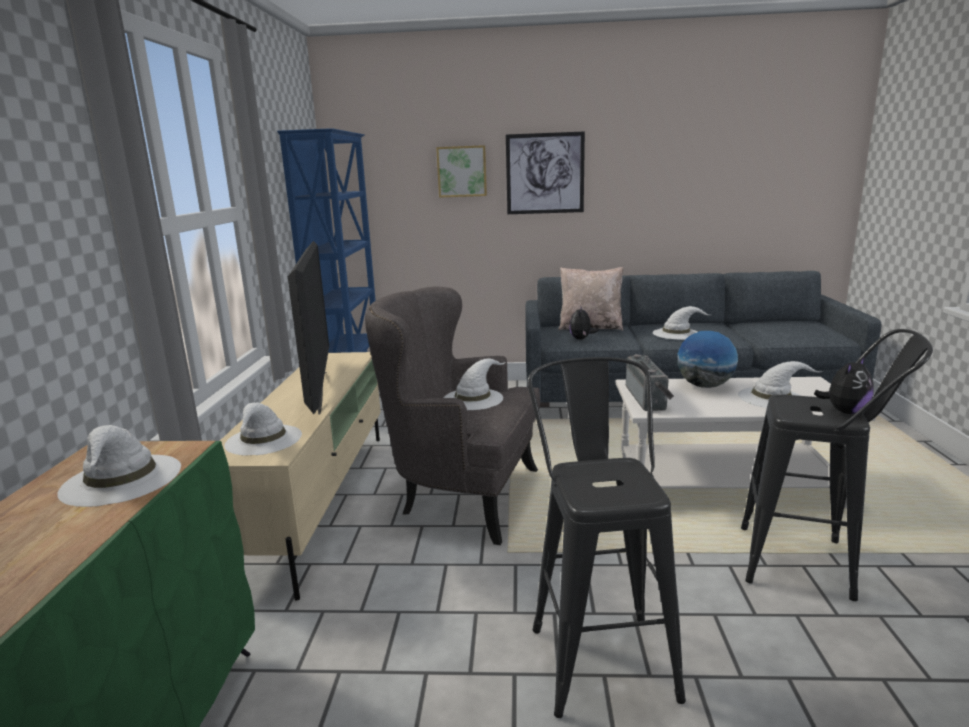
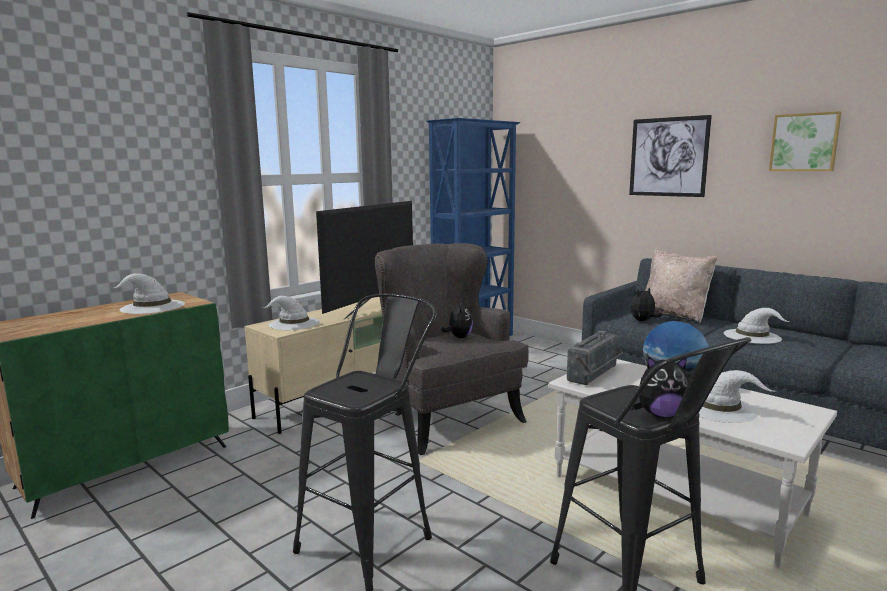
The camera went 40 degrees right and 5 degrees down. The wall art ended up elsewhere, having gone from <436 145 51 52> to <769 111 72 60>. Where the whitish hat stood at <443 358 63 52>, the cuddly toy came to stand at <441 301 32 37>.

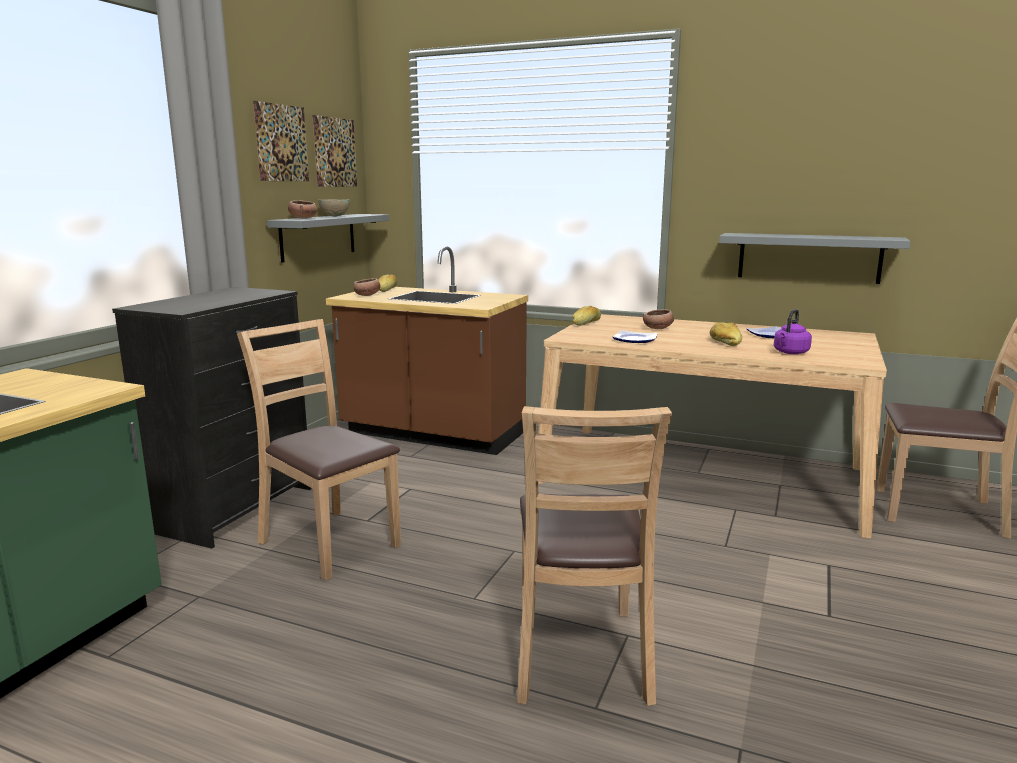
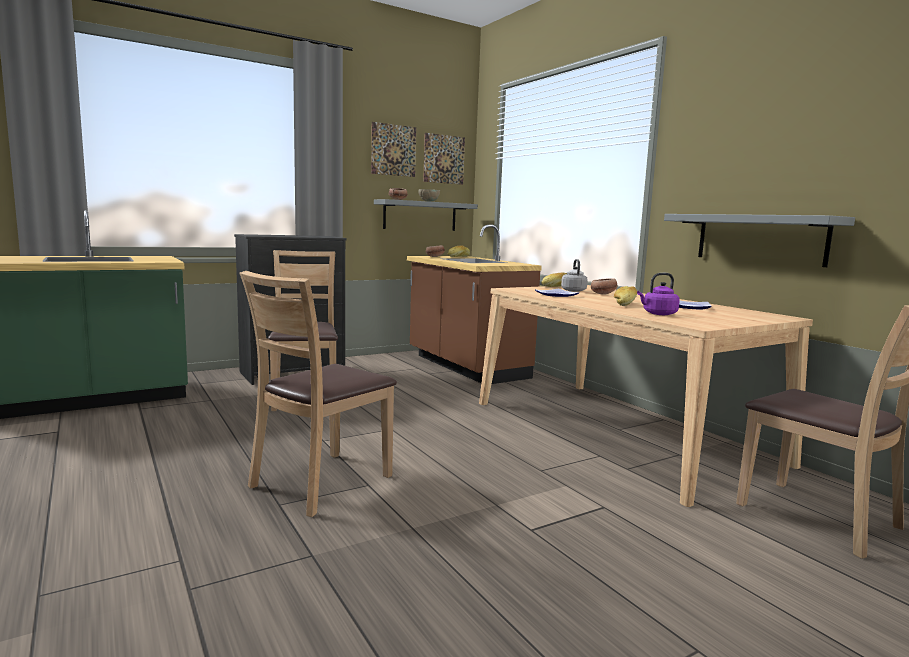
The camera went 35 degrees right and 5 degrees down. The second view gained the grey kettle at <561 259 27 33>.

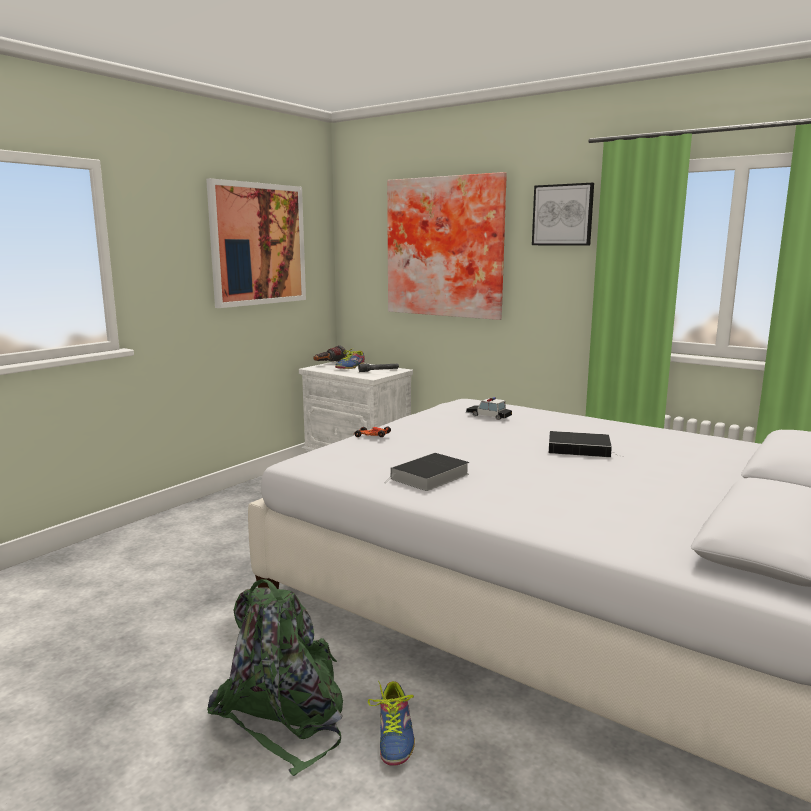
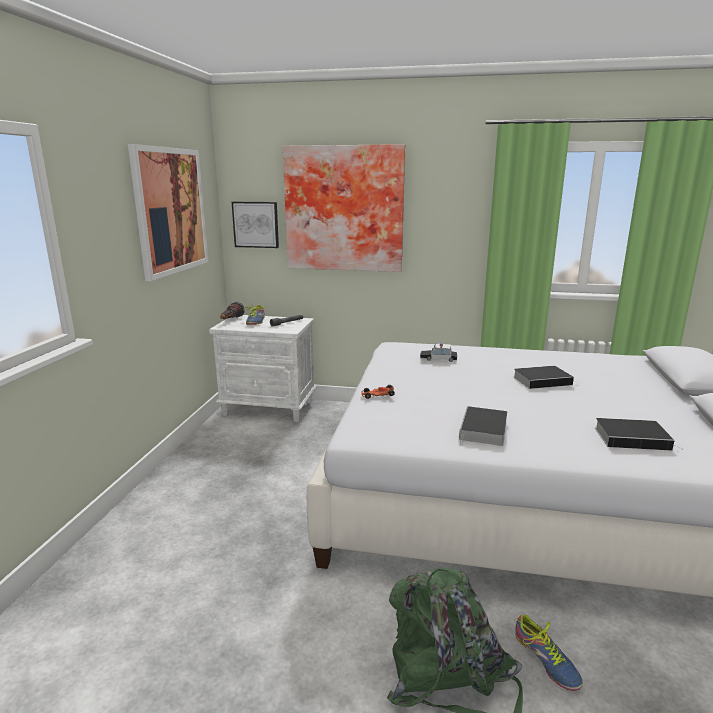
The camera went 25 degrees left and 5 degrees up. The second view gained the bound book at <595 418 89 33>. The wall art ended up elsewhere, having gone from <532 183 62 63> to <232 202 47 46>.

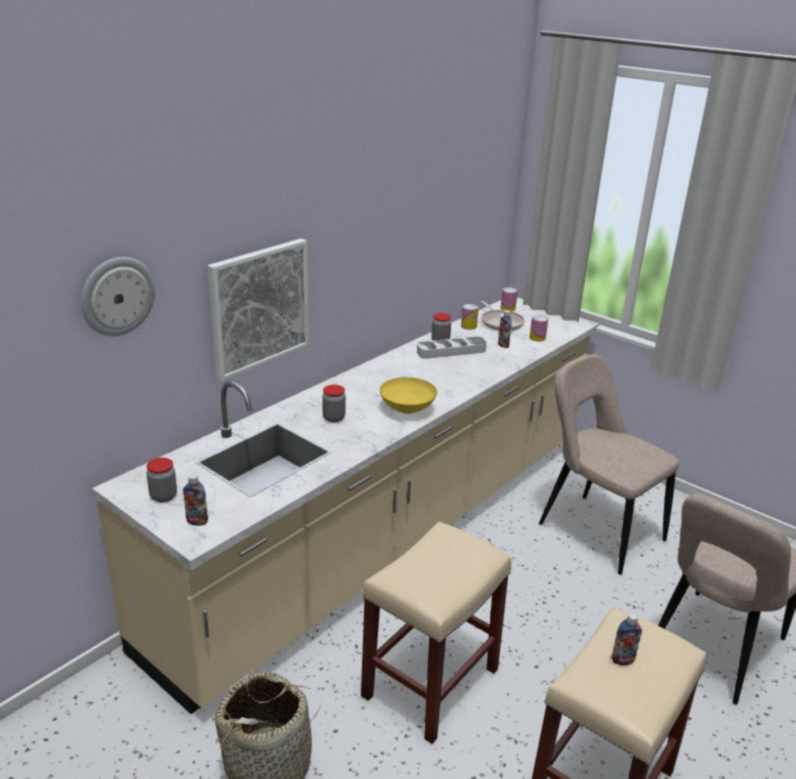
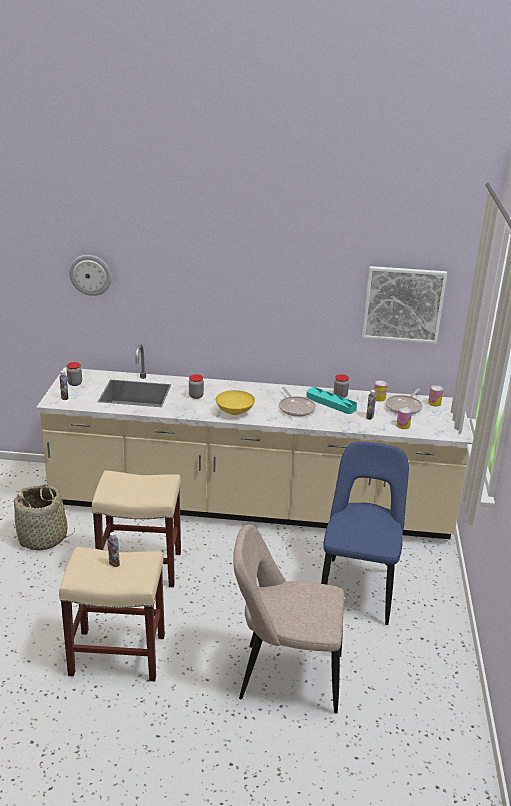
The camera went 55 degrees right and 0 degrees up. The second view gained the pan at <279 387 37 30>. The wall art ended up elsewhere, having gone from <207 239 102 142> to <362 266 85 78>. What was the grey carrying tray at <417 336 70 23> turned into the turquoise-coloured carrying tray at <306 387 51 27>. What was the sand-coloured upright chair at <539 354 140 221> turned into the bluish upright chair at <321 442 88 183>.

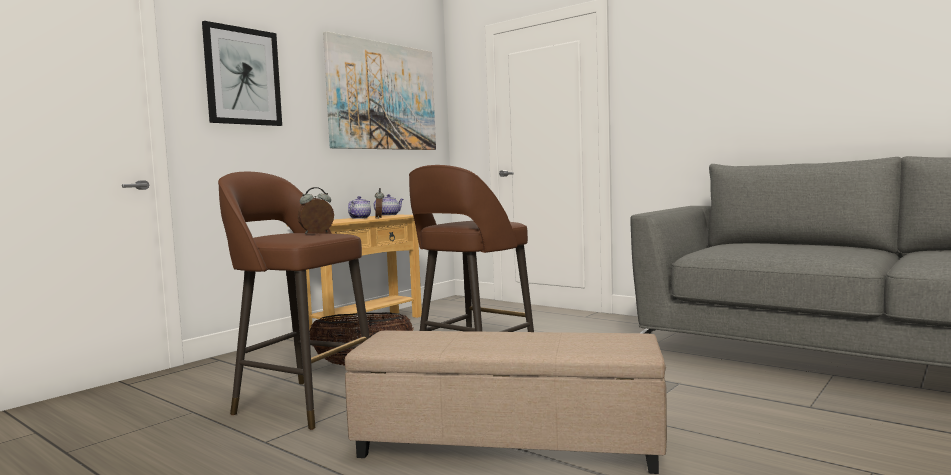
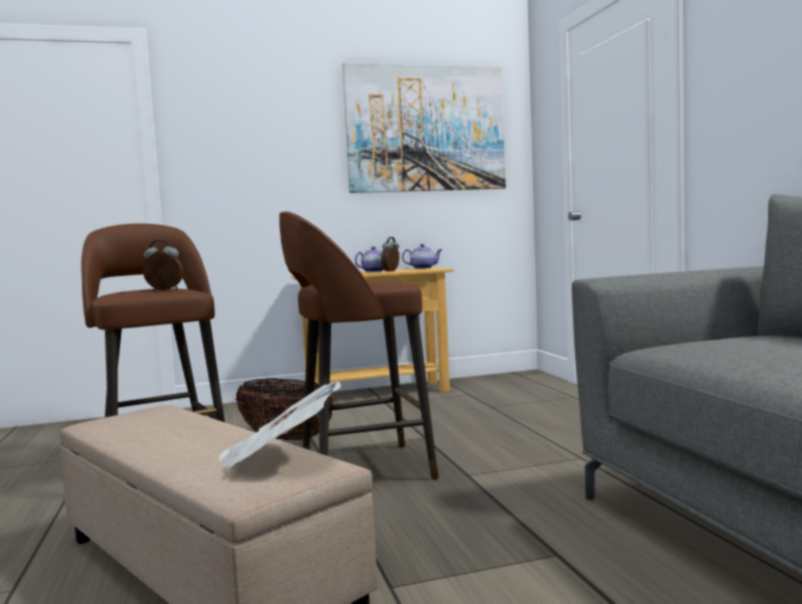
The camera went 35 degrees right and 0 degrees up. The second view lost the wall art at <202 21 80 105>. The second view gained the newspaper at <219 382 122 88>.

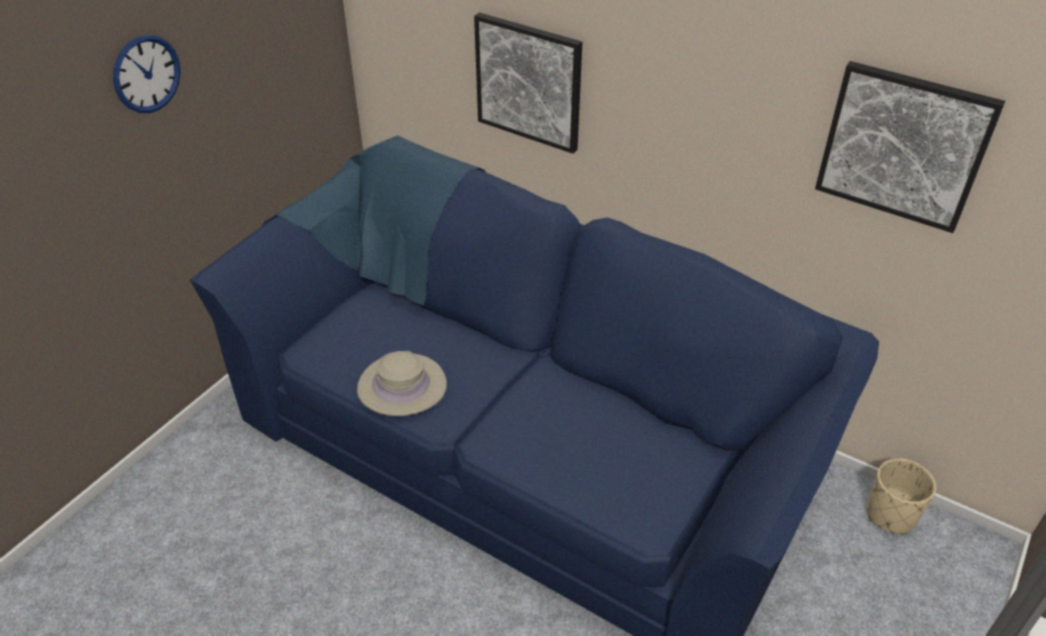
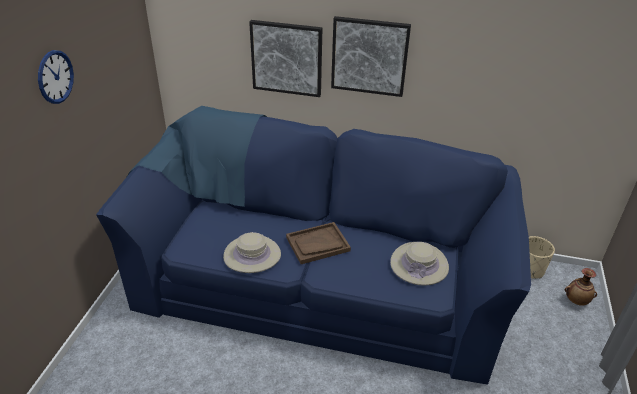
The camera went 20 degrees left and 5 degrees down. The second view gained the brownish carrying tray at <286 222 65 42>. The second view gained the sand-coloured hat at <390 242 59 44>. The second view gained the vase at <565 268 32 38>. The wall art ended up elsewhere, having gone from <815 61 190 172> to <331 16 80 81>.

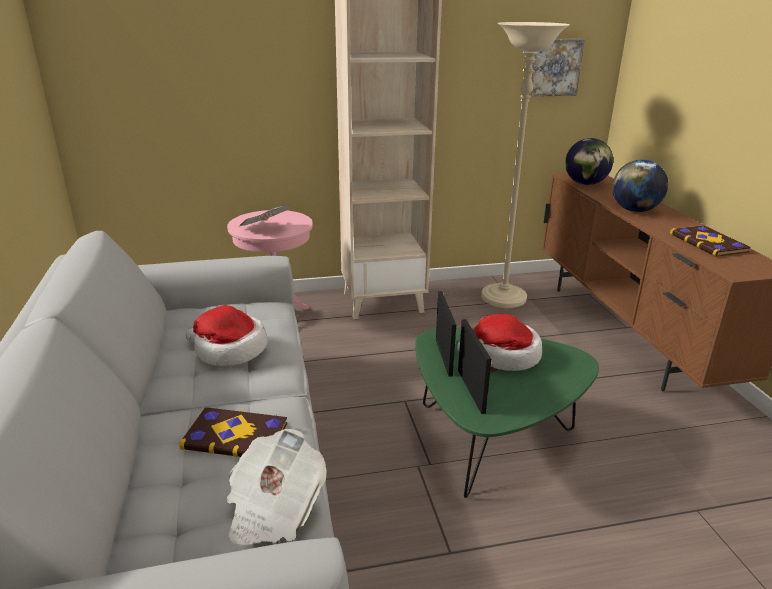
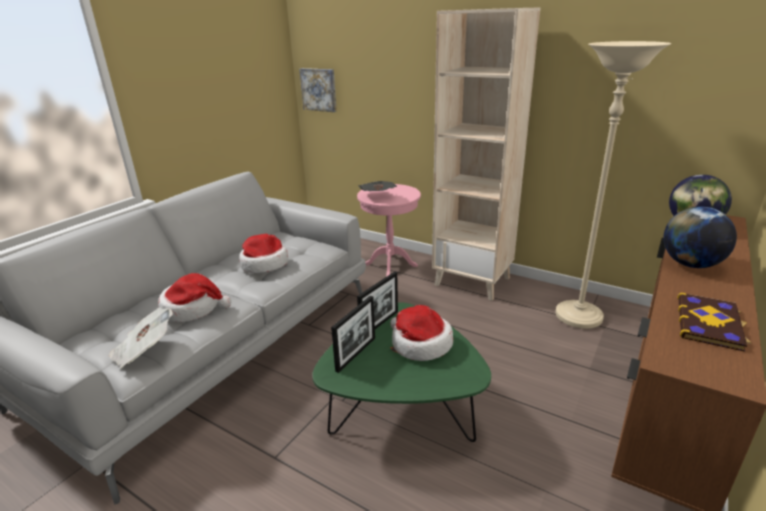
The camera went 45 degrees right and 0 degrees up. The wall art ended up elsewhere, having gone from <529 39 56 58> to <299 68 38 44>. Where the bound book stood at <179 407 108 50>, the hat came to stand at <158 273 73 49>.

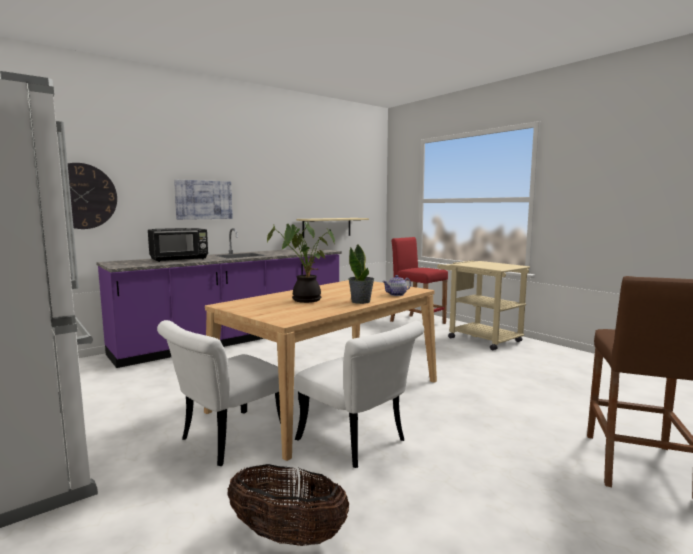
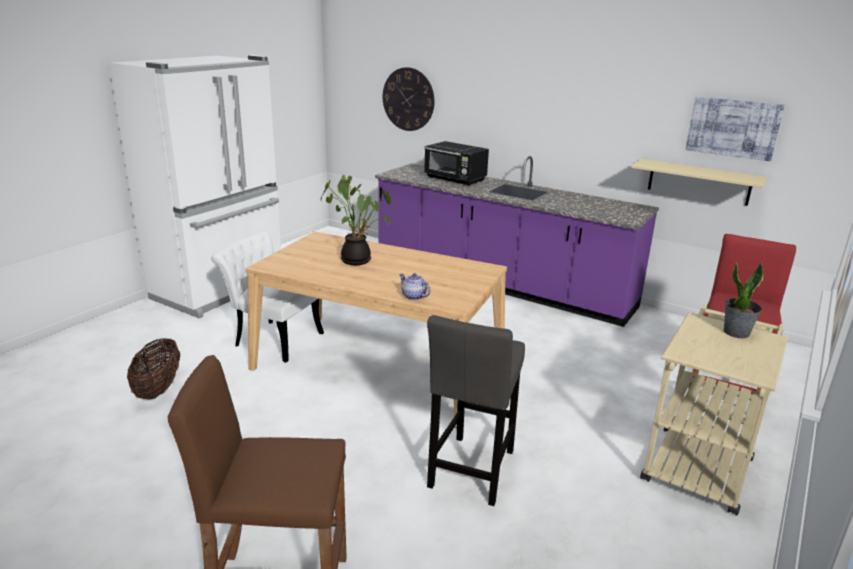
The camera went 70 degrees right and 15 degrees up. The second view lost the whitish upright chair at <294 321 130 147>. The second view gained the grey sitting stool at <427 315 98 191>. The wall art ended up elsewhere, having gone from <174 180 59 40> to <685 96 100 66>. The houseplant ended up elsewhere, having gone from <348 244 26 60> to <724 262 39 76>.

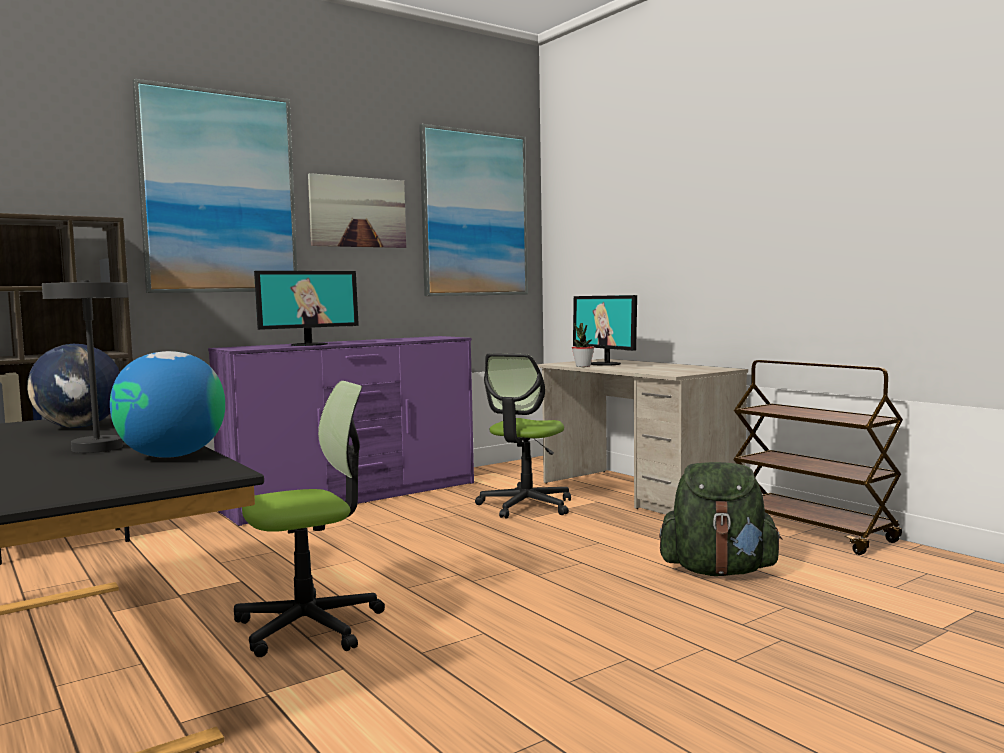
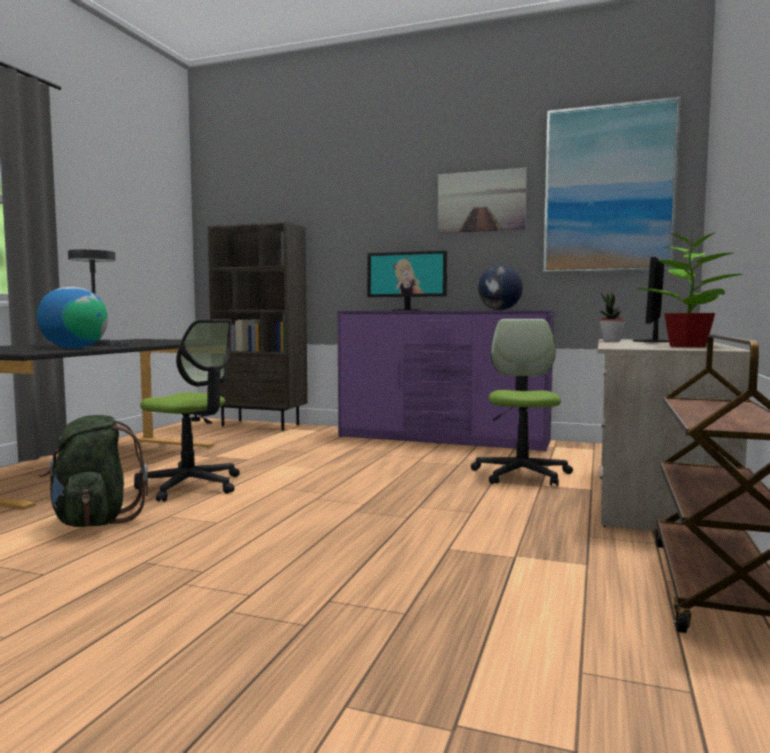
The camera went 55 degrees right and 0 degrees up. The second view lost the wall art at <133 79 164 214>. The second view gained the houseplant at <635 228 108 119>. The world globe ended up elsewhere, having gone from <27 344 93 84> to <478 266 45 44>. The greenish backpack ended up elsewhere, having gone from <659 462 124 114> to <39 415 109 112>. The desk chair at <475 353 96 165> ended up facing another way, 105 degrees clockwise from before.

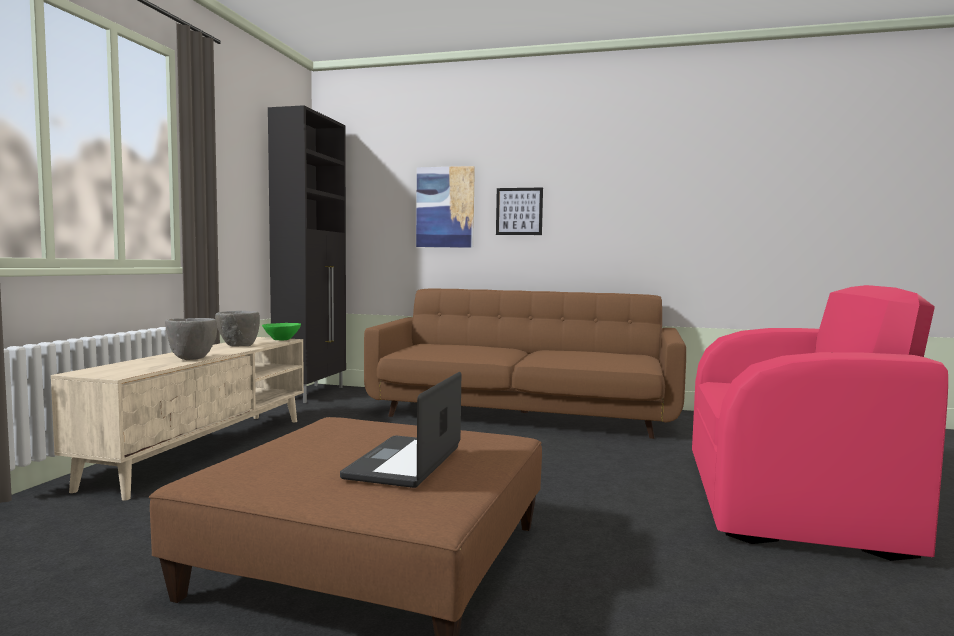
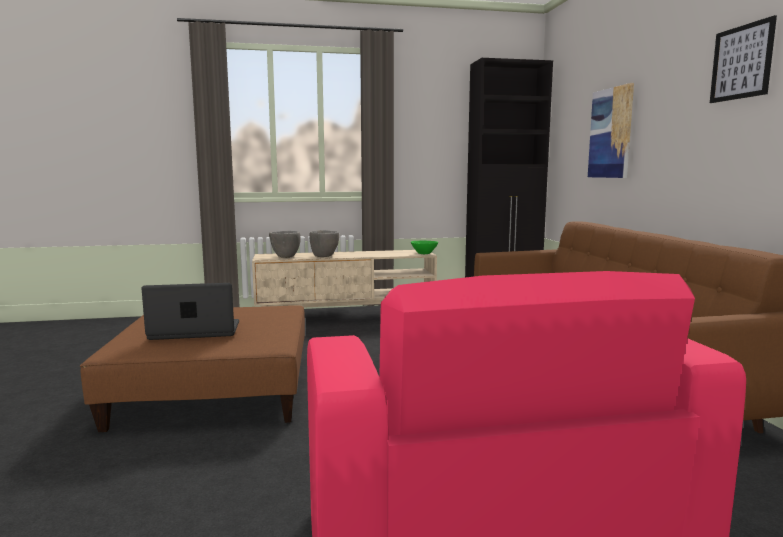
The camera went 65 degrees right and 5 degrees up. The grey deep dish ended up elsewhere, having gone from <215 311 45 36> to <269 231 32 27>. The wall art ended up elsewhere, having gone from <496 187 47 48> to <710 15 67 88>.

